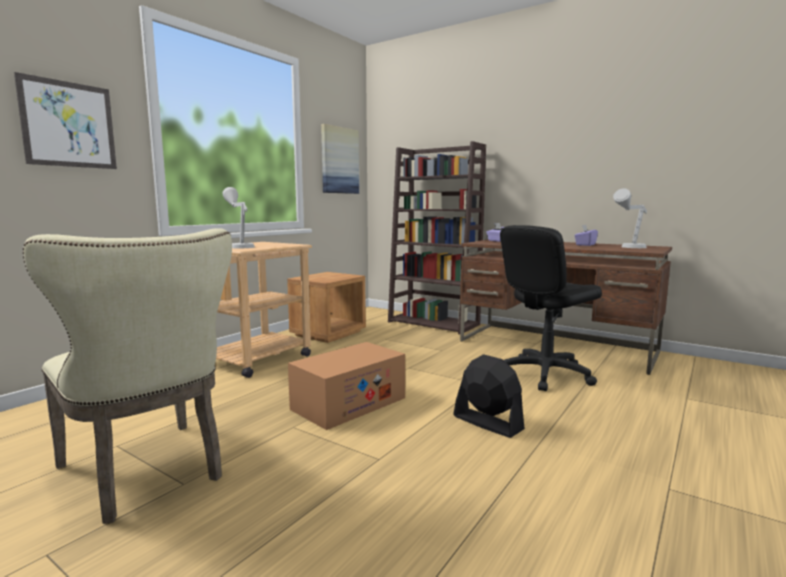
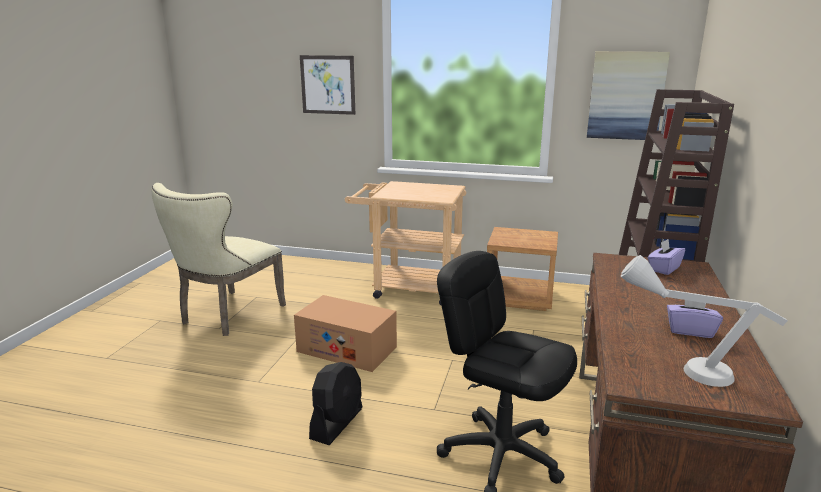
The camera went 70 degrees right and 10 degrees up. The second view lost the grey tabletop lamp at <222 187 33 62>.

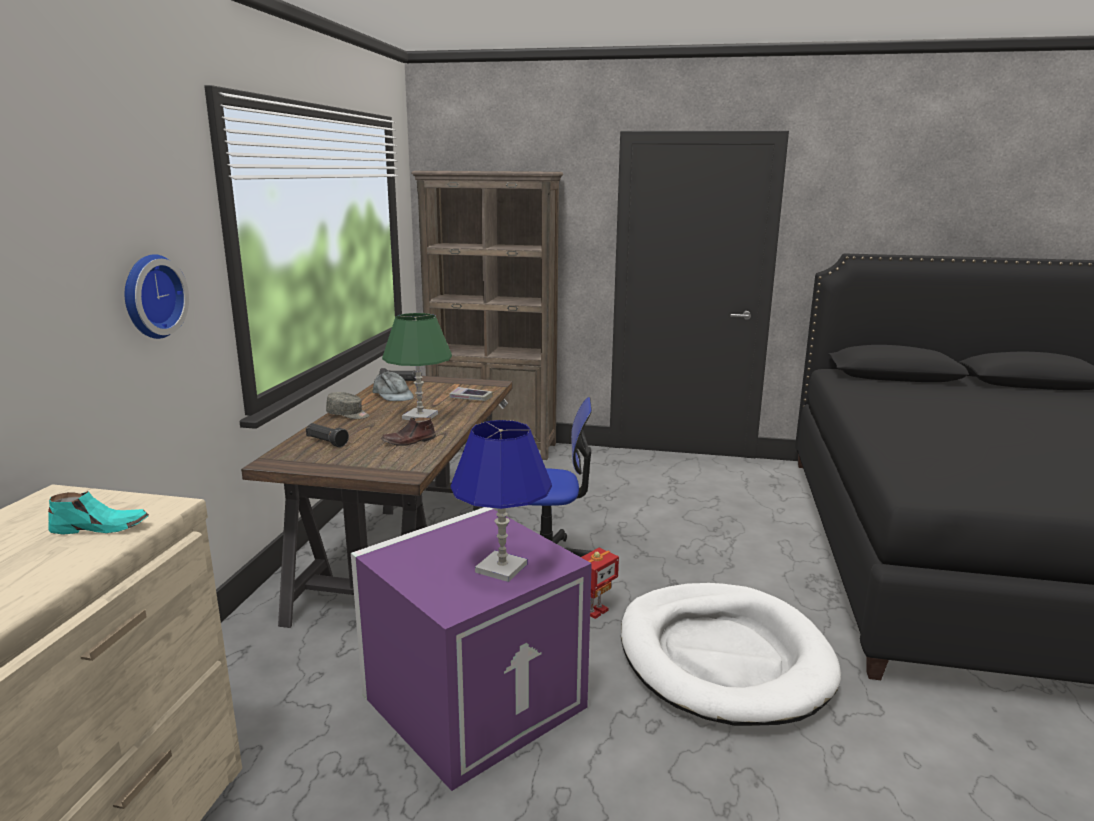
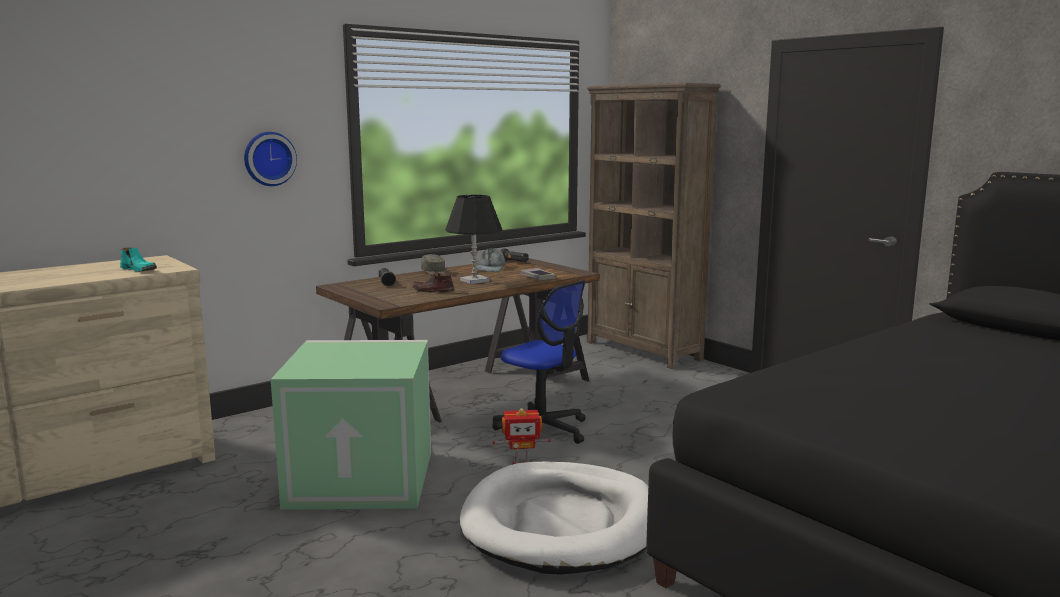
The camera went 40 degrees right and 5 degrees down. The second view lost the bluish tabletop lamp at <451 420 101 162>. What was the purple-coloured storage box at <351 507 241 284> turned into the greenish storage box at <271 340 160 170>. What was the greenish tabletop lamp at <382 313 70 107> turned into the blackish tabletop lamp at <445 195 57 89>.

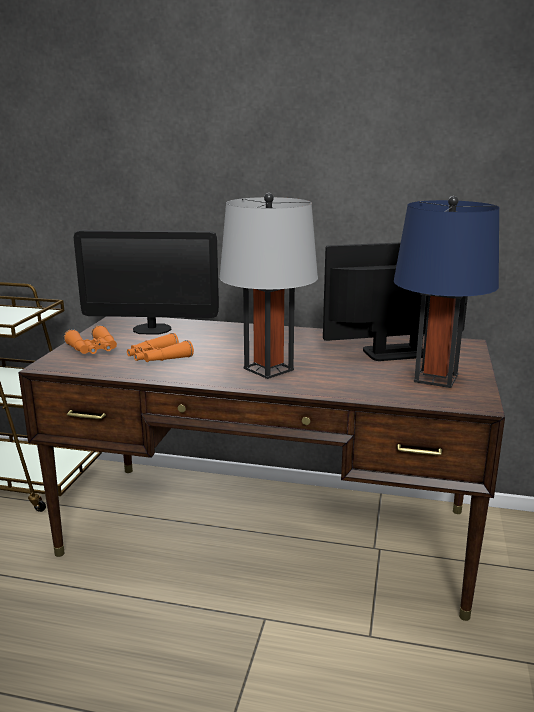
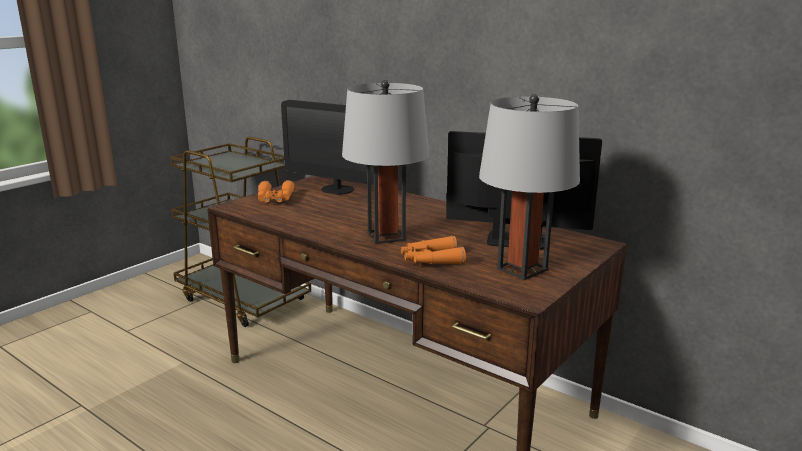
The camera went 25 degrees right and 0 degrees up. The orange-coloured pair of binoculars ended up elsewhere, having gone from <127 333 67 29> to <401 236 65 29>. What was the bluish tabletop lamp at <394 196 105 192> turned into the grey tabletop lamp at <479 94 101 186>.

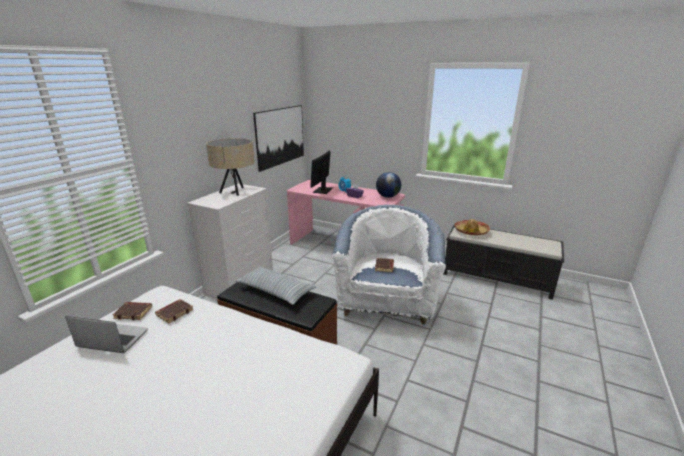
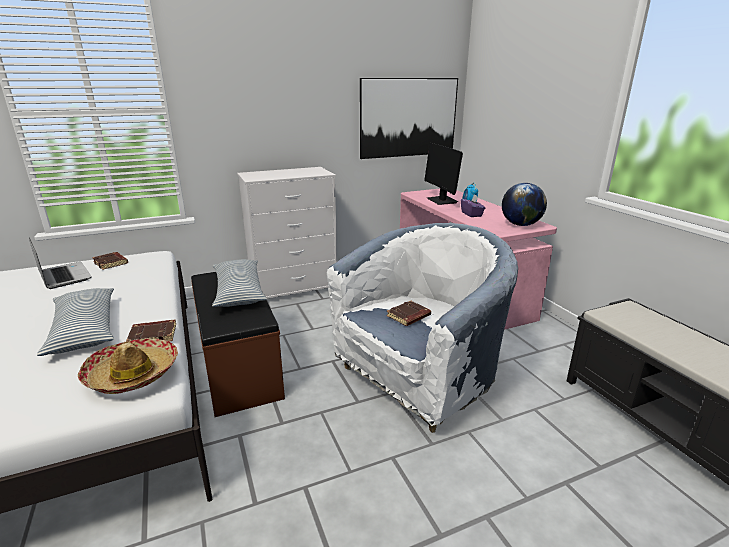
The camera went 40 degrees right and 0 degrees up. The second view lost the sand-coloured tabletop lamp at <206 138 49 58>. The second view gained the cushion at <37 288 77 68>. The brownish bound book ended up elsewhere, having gone from <155 299 38 25> to <126 319 50 22>. The hat ended up elsewhere, having gone from <454 219 36 17> to <78 338 100 56>. The monitor at <310 151 22 43> ended up facing another way, 75 degrees counterclockwise from before.

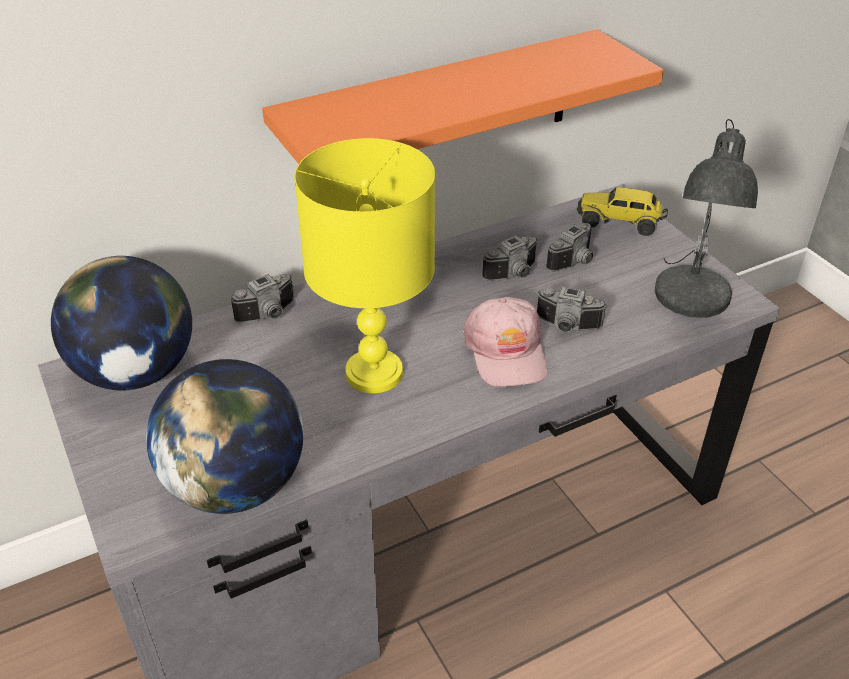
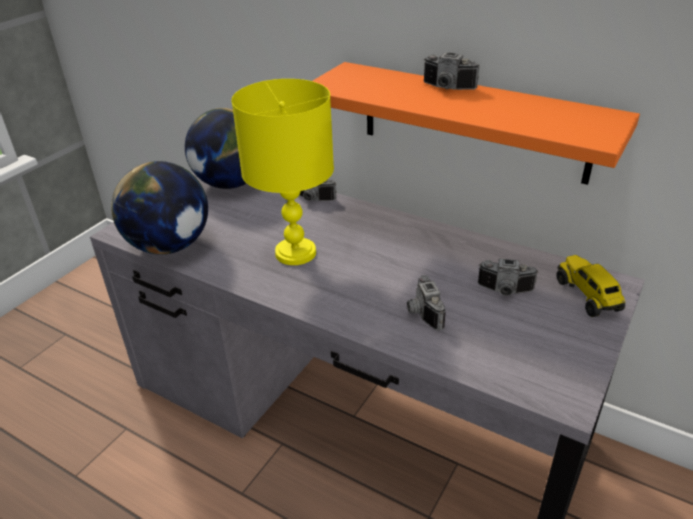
The camera went 60 degrees right and 5 degrees down. The second view lost the pink baseball cap at <462 297 85 90>. The second view lost the grey tabletop lamp at <654 119 104 199>. The still camera ended up elsewhere, having gone from <482 235 55 46> to <424 53 56 37>.

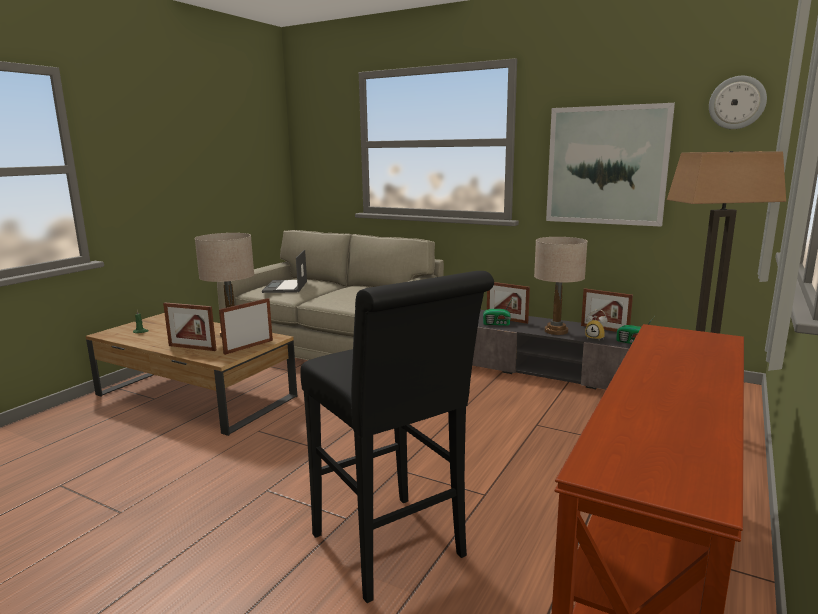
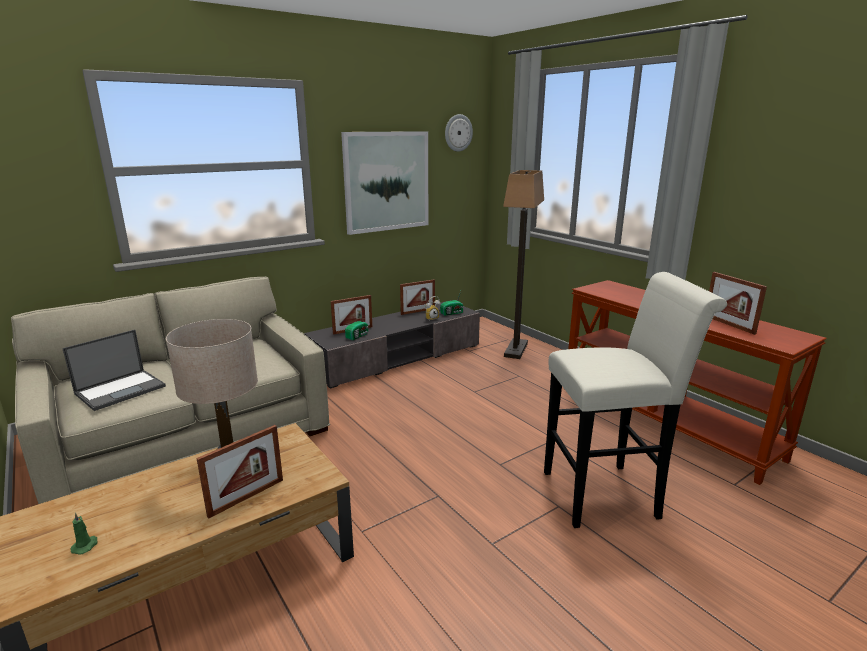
The camera went 65 degrees left and 5 degrees up. The second view lost the sand-coloured tabletop lamp at <534 237 54 98>. The photo frame ended up elsewhere, having gone from <219 298 54 57> to <709 272 58 63>. What was the blackish sitting stool at <300 271 194 332> turned into the whitish sitting stool at <544 272 183 256>. The laptop at <262 250 45 43> ended up facing another way, 75 degrees counterclockwise from before.

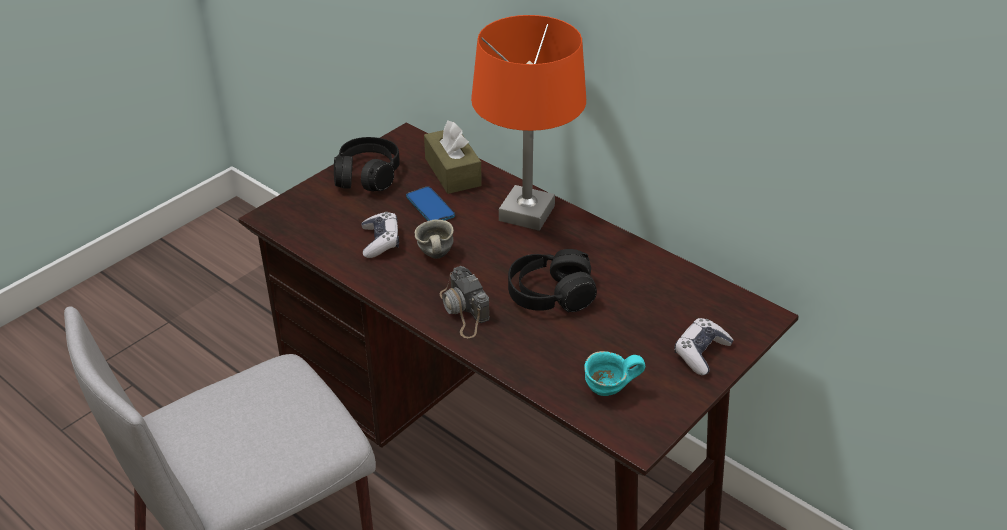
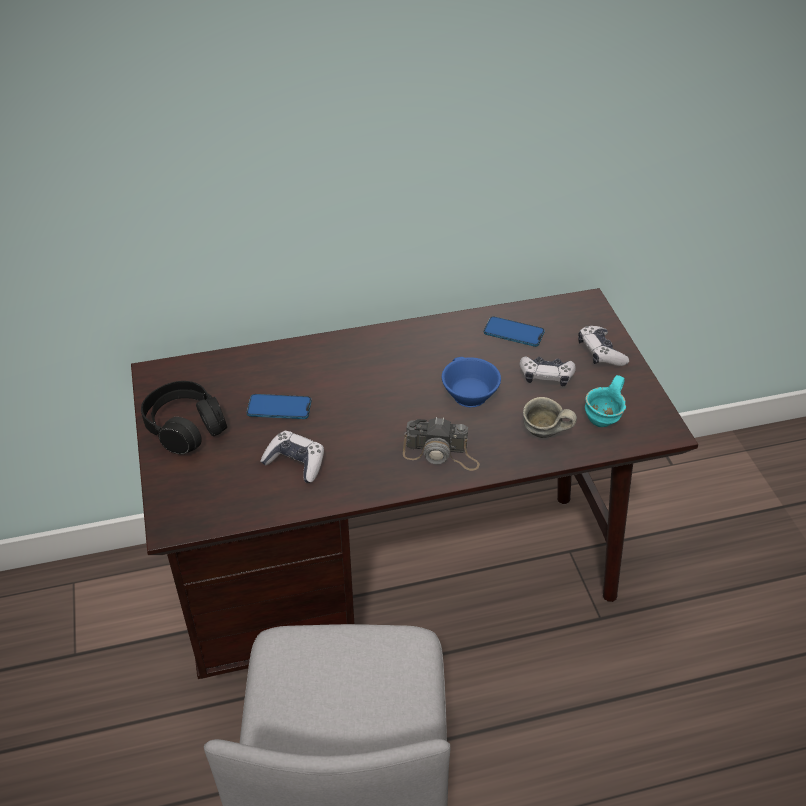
The camera went 55 degrees left and 5 degrees up. The second view lost the brownish tissue holder at <424 120 58 74>. The second view lost the orange-coloured tabletop lamp at <471 15 115 216>. The second view gained the phone at <484 316 61 31>. The second view gained the joypad at <520 356 56 30>. The grey coffee mug ended up elsewhere, having gone from <414 220 40 39> to <523 397 54 41>. Where the blackish headphones stood at <508 249 89 63>, the bluish small cup came to stand at <442 357 59 50>.

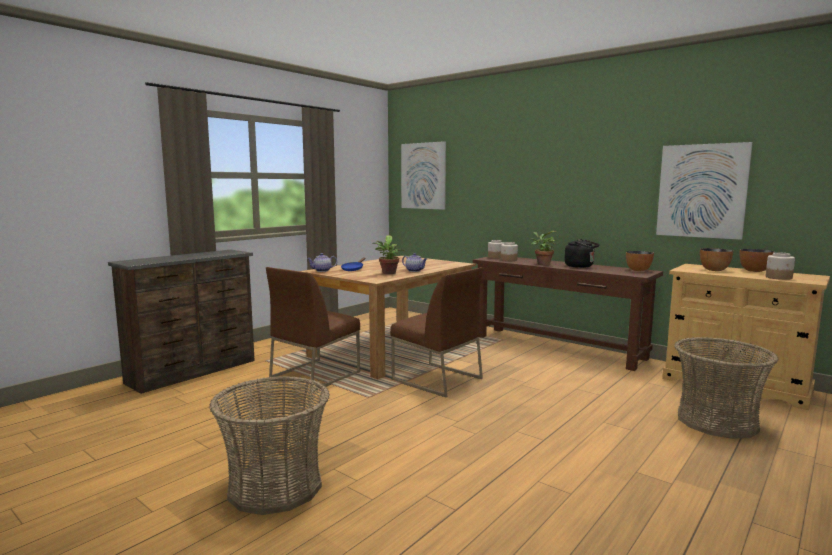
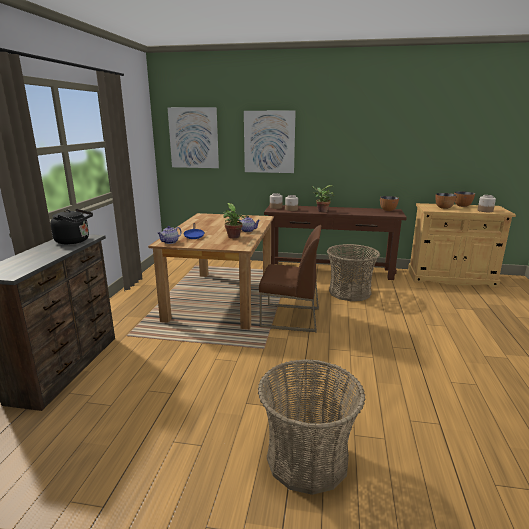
The camera went 30 degrees left and 10 degrees up. The second view lost the brownish upright chair at <266 267 94 125>. The blackish kettle ended up elsewhere, having gone from <564 239 36 29> to <50 209 43 35>. The wall art ended up elsewhere, having gone from <656 142 97 98> to <244 111 52 62>. The storage basket ended up elsewhere, having gone from <675 337 104 102> to <327 244 53 57>.

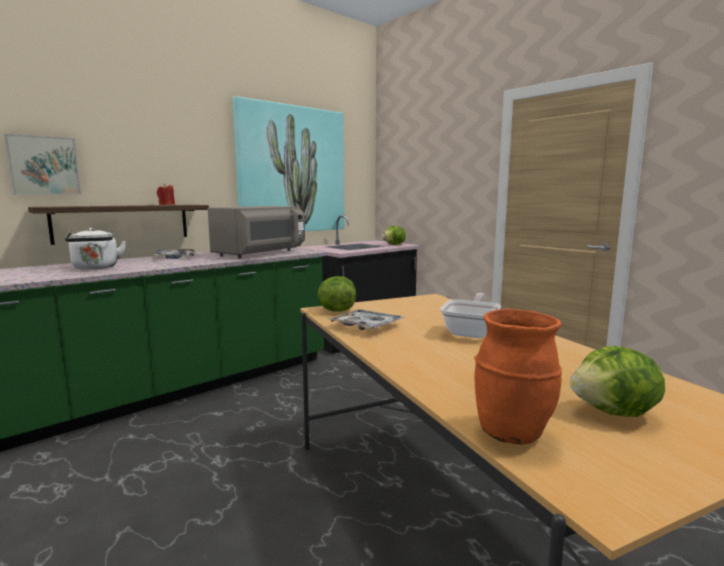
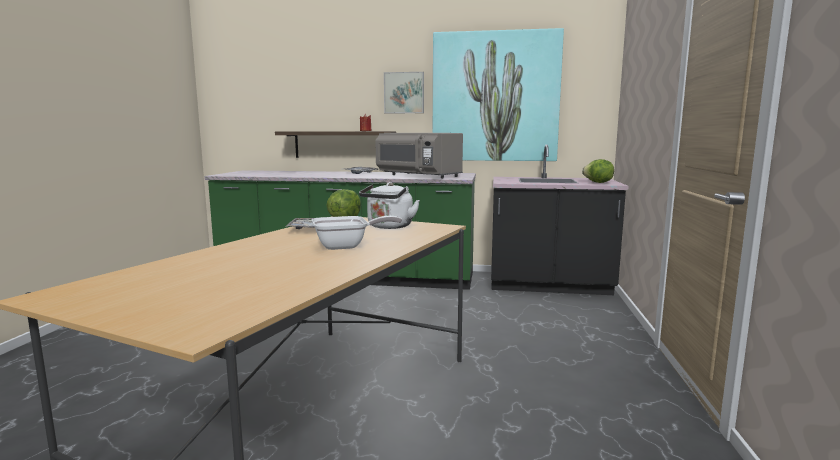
The camera went 50 degrees right and 0 degrees up. The second view lost the orange-coloured vase at <474 308 88 137>. The second view lost the lettuce at <570 346 95 71>. The wall art ended up elsewhere, having gone from <4 134 77 61> to <384 72 40 41>. The whitish kettle ended up elsewhere, having gone from <65 228 61 42> to <359 182 61 47>. The grey kitchen microwave at <208 206 97 52> ended up facing another way, 45 degrees clockwise from before.

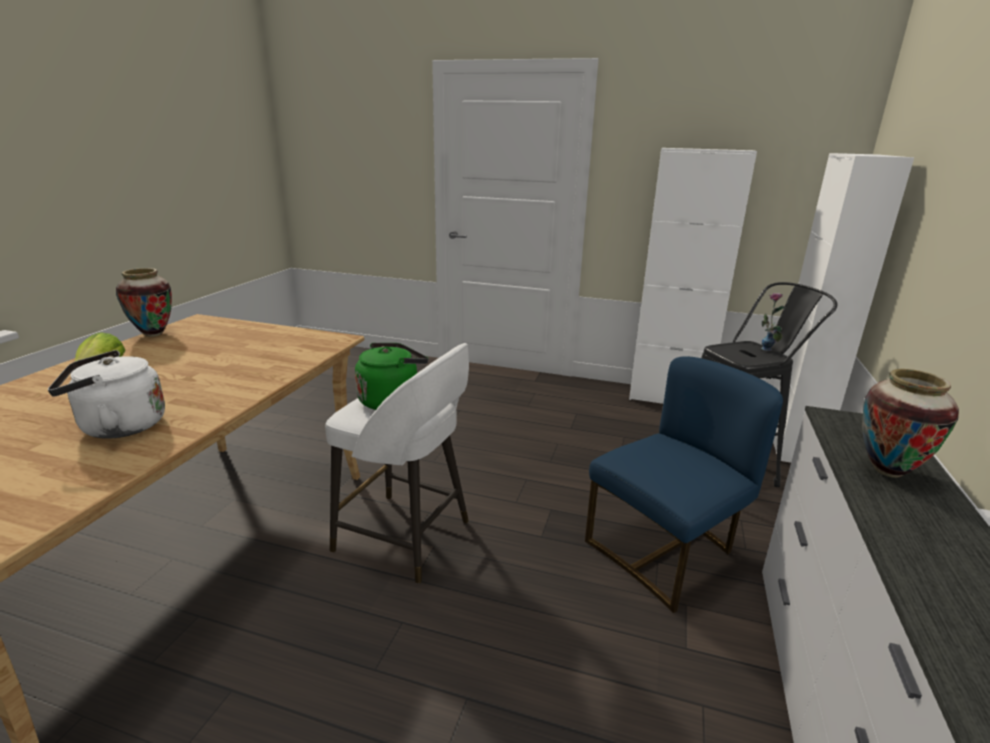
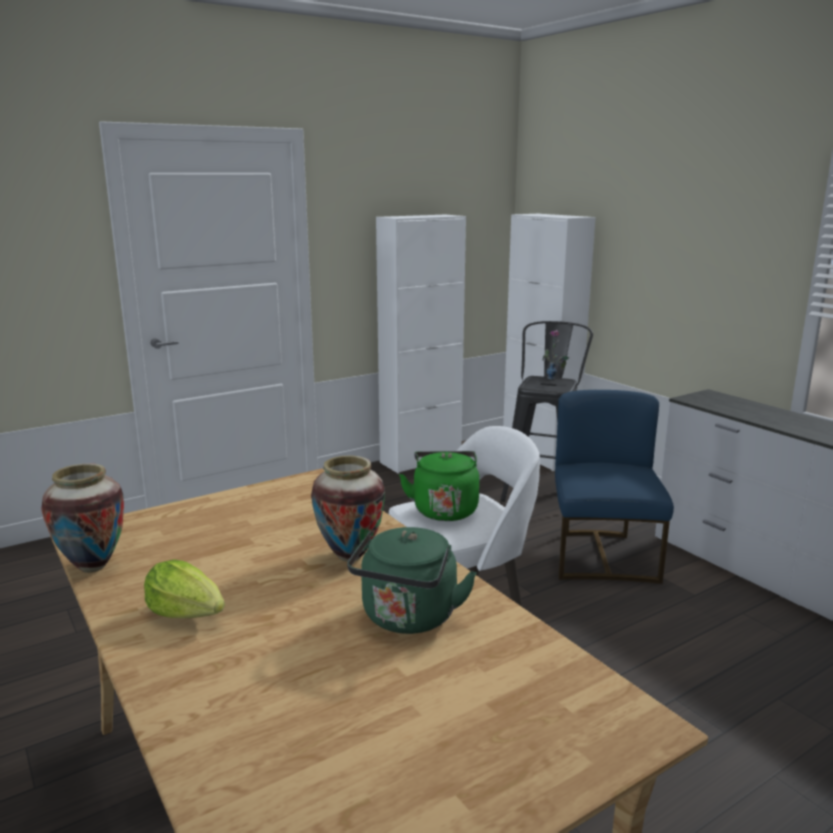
The camera went 50 degrees left and 5 degrees down. The vase ended up elsewhere, having gone from <862 369 97 109> to <311 456 74 106>. What was the whitish kettle at <48 350 117 89> turned into the greenish kettle at <347 527 130 107>.

